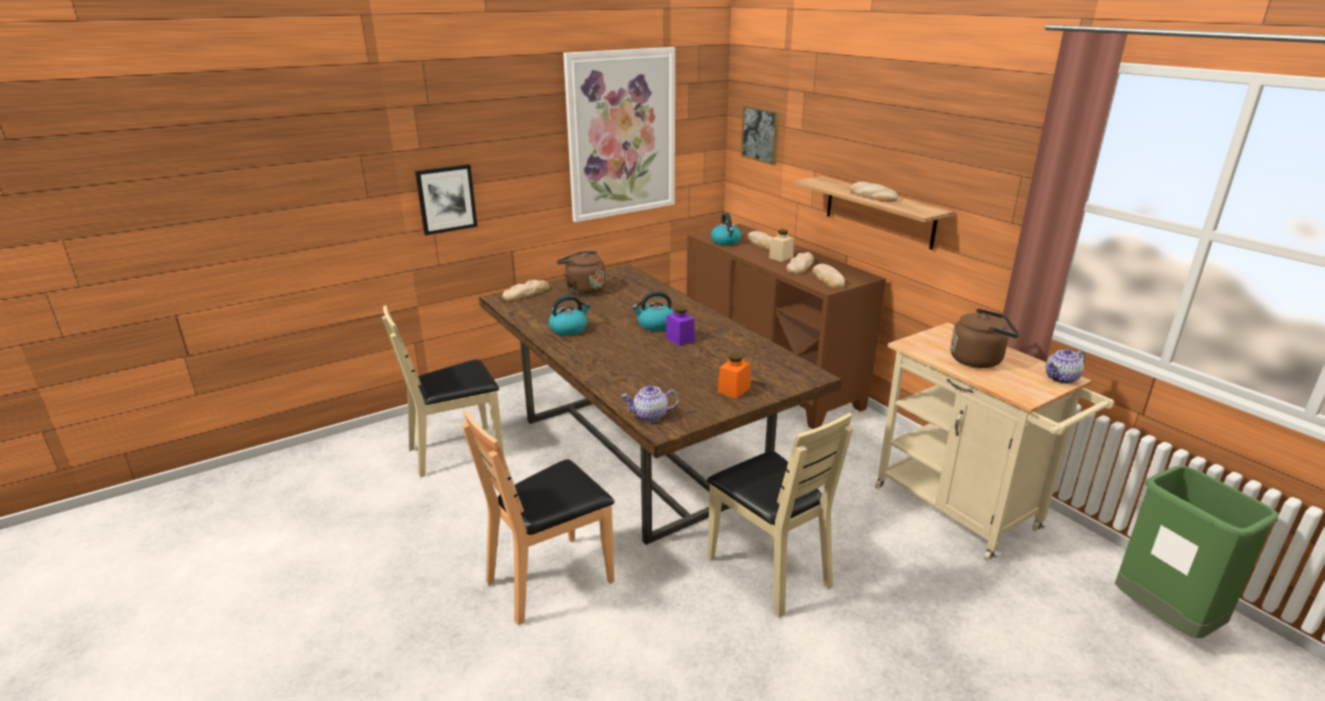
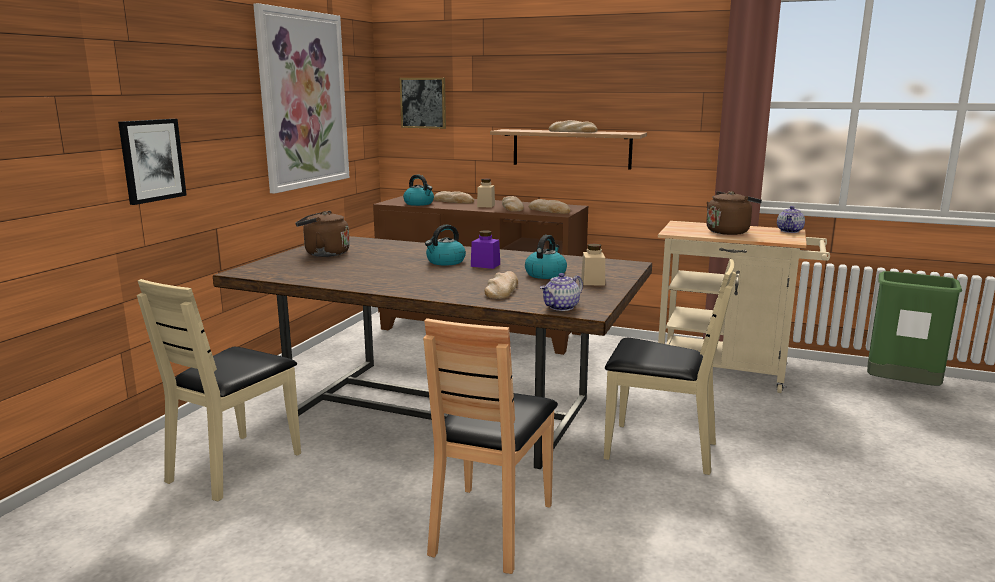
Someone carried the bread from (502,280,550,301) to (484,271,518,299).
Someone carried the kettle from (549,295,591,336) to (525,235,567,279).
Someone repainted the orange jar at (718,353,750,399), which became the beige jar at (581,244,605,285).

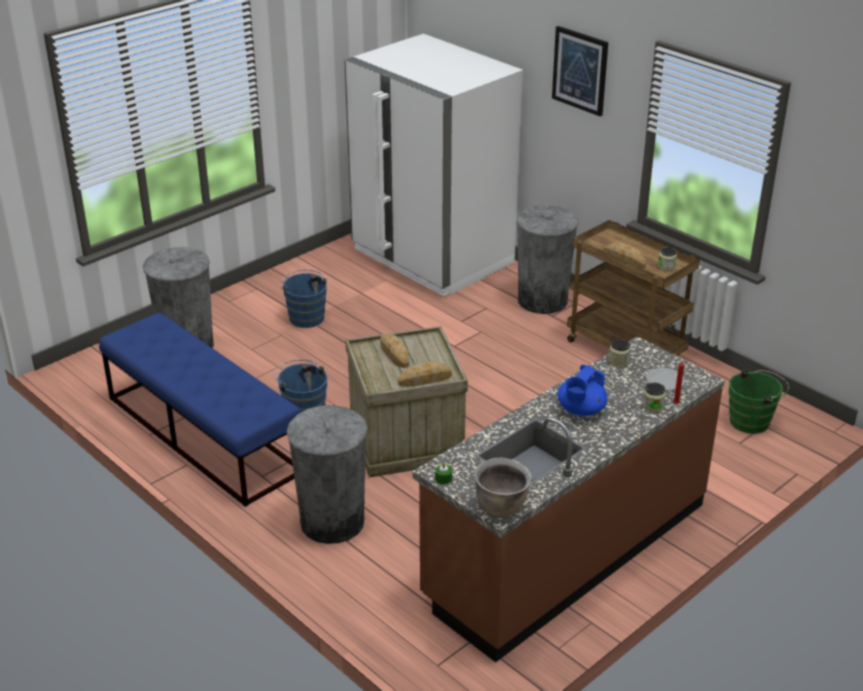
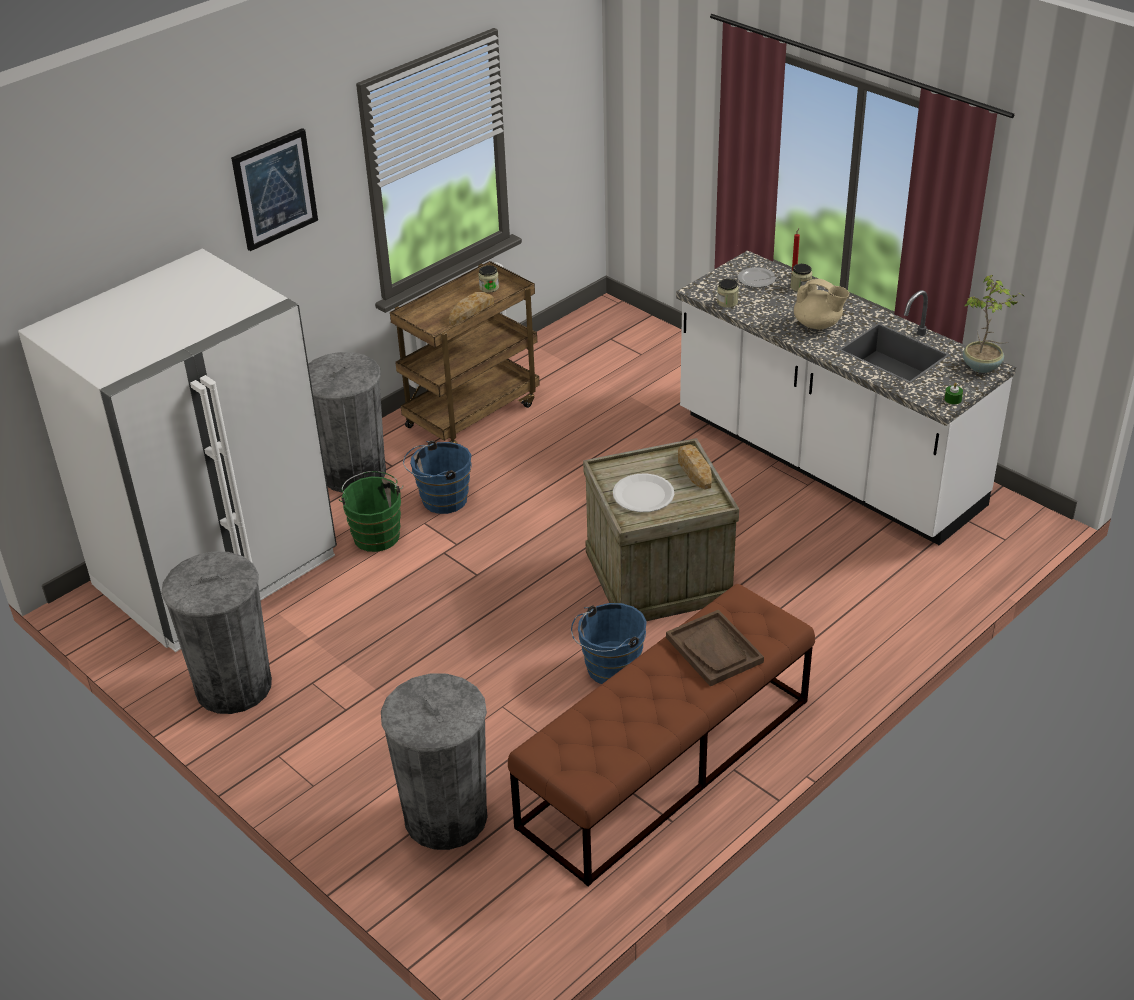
Someone carried the blue bucket from (281,270,328,328) to (403,441,472,514).
Someone repainted the blue bench at (99,313,302,507), which became the brown bench at (508,584,815,887).
Someone swapped the bread at (381,334,409,368) for the white plate at (613,473,674,512).
Someone repainted the brown counter at (412,336,725,662), which became the white counter at (676,250,1016,545).
Someone repainted the blue teapot at (557,365,608,416), which became the beige teapot at (794,279,849,330).
Someone carried the green bucket from (728,370,789,434) to (339,471,403,552).
Someone carried the grey trash can from (287,405,368,544) to (161,552,272,714).
Someone swapped the brown cooking pot at (474,457,532,517) for the potted plant at (963,275,1024,373).
Someone put down the brown tray at (666,610,764,686).

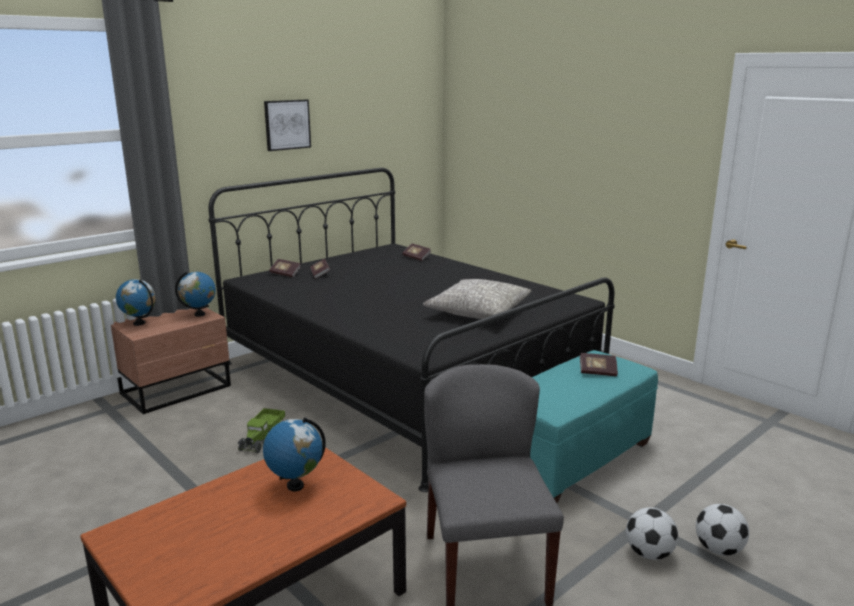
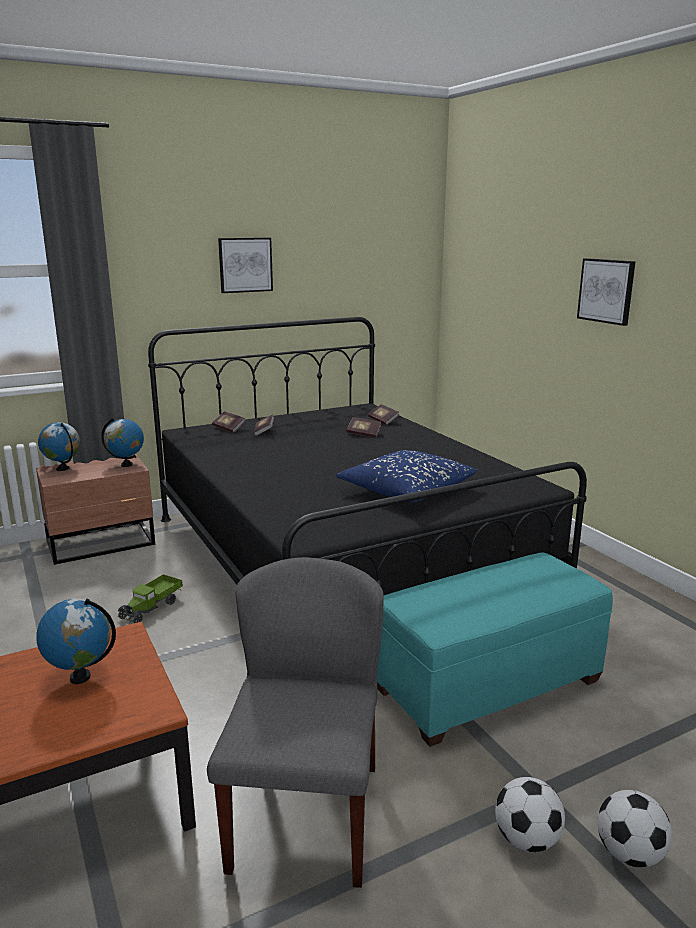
Someone repainted the grey pillow at (423,279,531,319), which became the blue pillow at (336,450,477,502).
Someone carried the book from (580,353,618,376) to (347,417,381,438).
Someone put up the picture at (577,258,636,326).

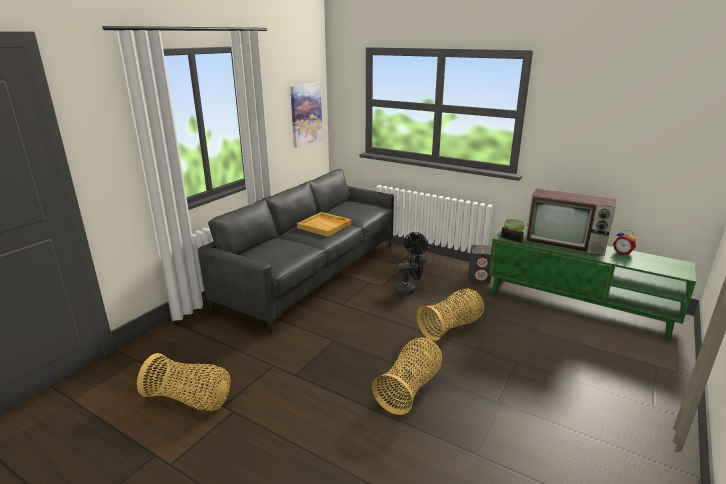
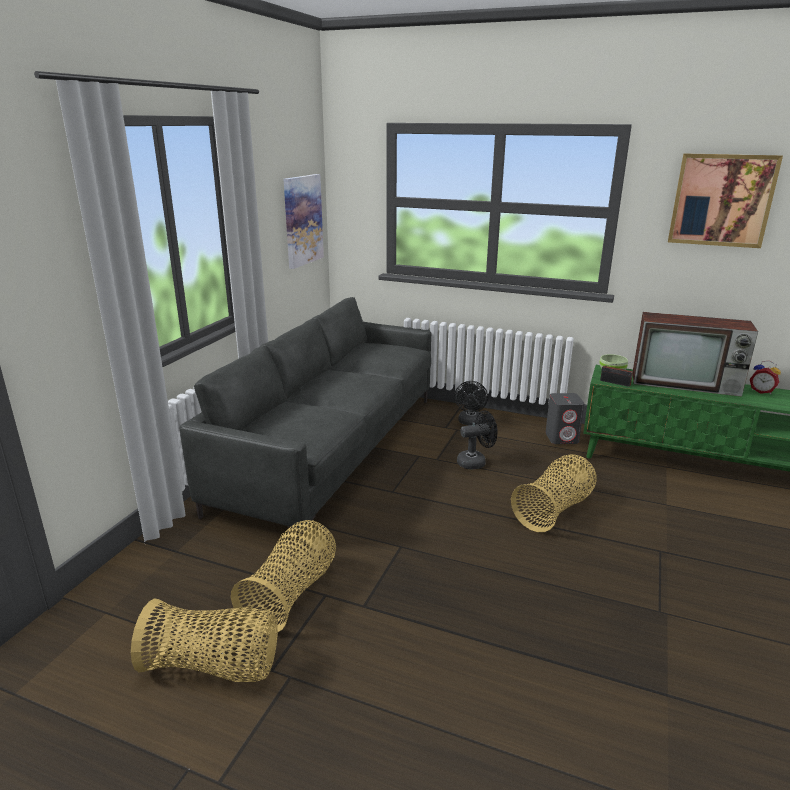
Someone took away the beige tray at (297,212,351,237).
Someone carried the basket from (372,337,442,415) to (231,520,336,634).
Someone put up the picture at (668,153,783,248).

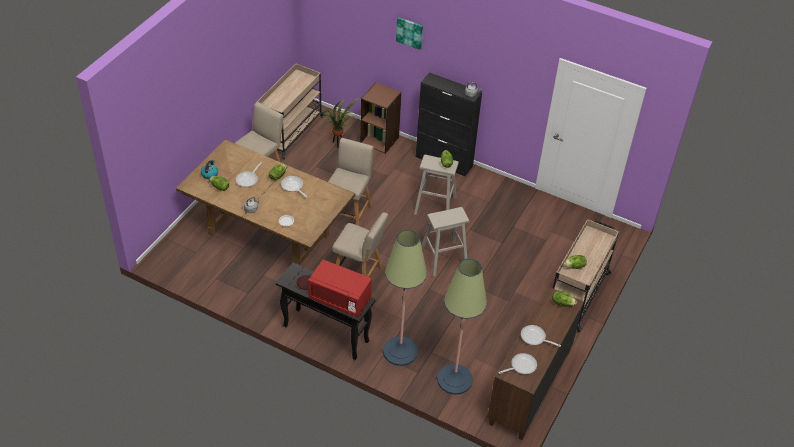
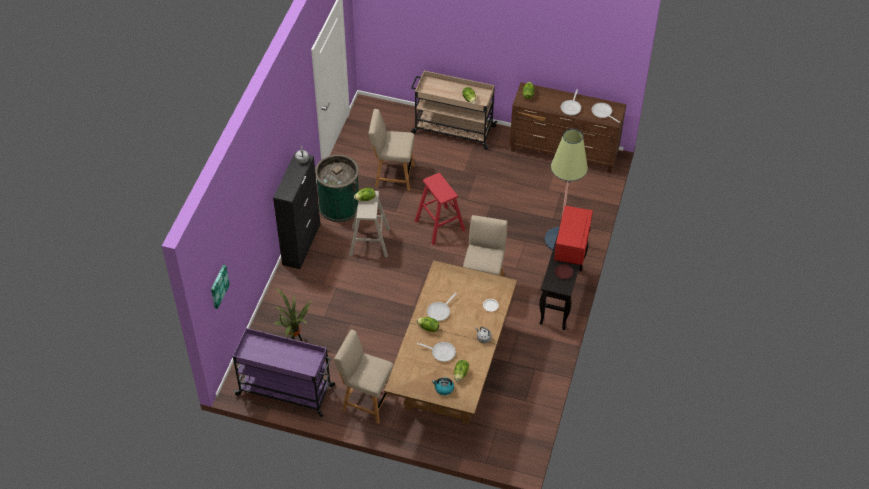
Someone carried the picture from (396,17,423,50) to (211,265,230,309).
Someone repainted the beige cart at (257,63,326,159), which became the purple cart at (233,328,335,417).
Someone took away the brown bookcase at (360,82,402,154).
Someone carried the beige chair from (328,138,374,226) to (368,109,415,191).
Someone repainted the beige stool at (421,207,469,277), which became the red stool at (415,173,465,245).
Someone took away the floor lamp at (437,258,487,395).
Someone put down the green trash can at (315,155,359,222).

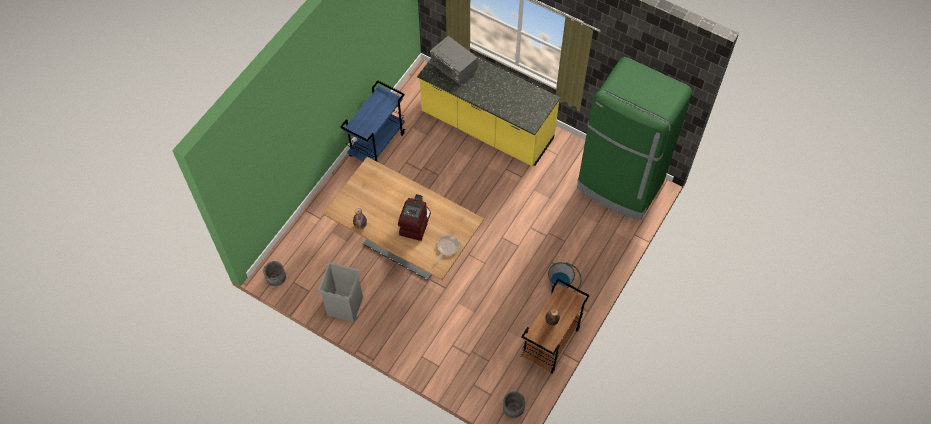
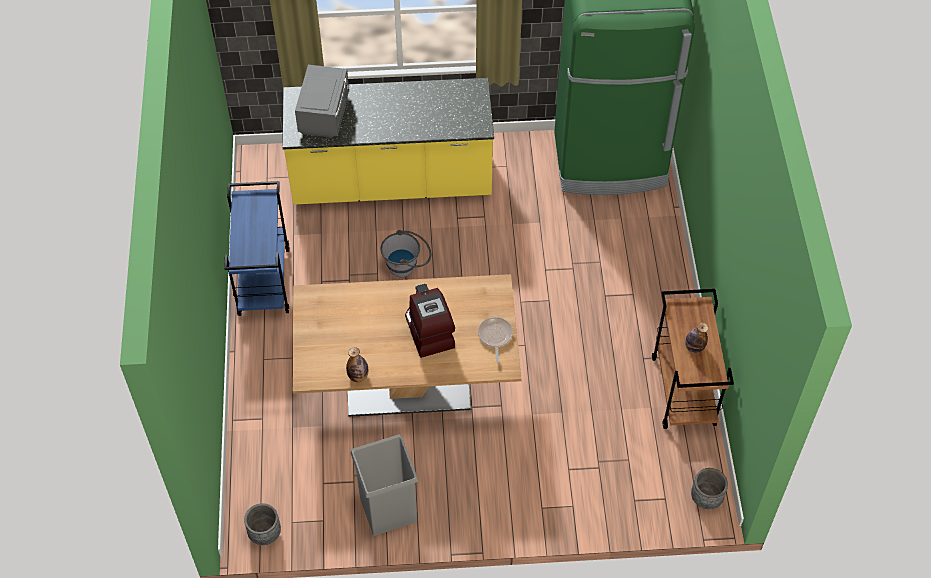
Someone rotated the grey microwave at (430,36,477,85) by 90 degrees counterclockwise.
Someone carried the grey bucket from (548,262,582,292) to (380,230,431,277).

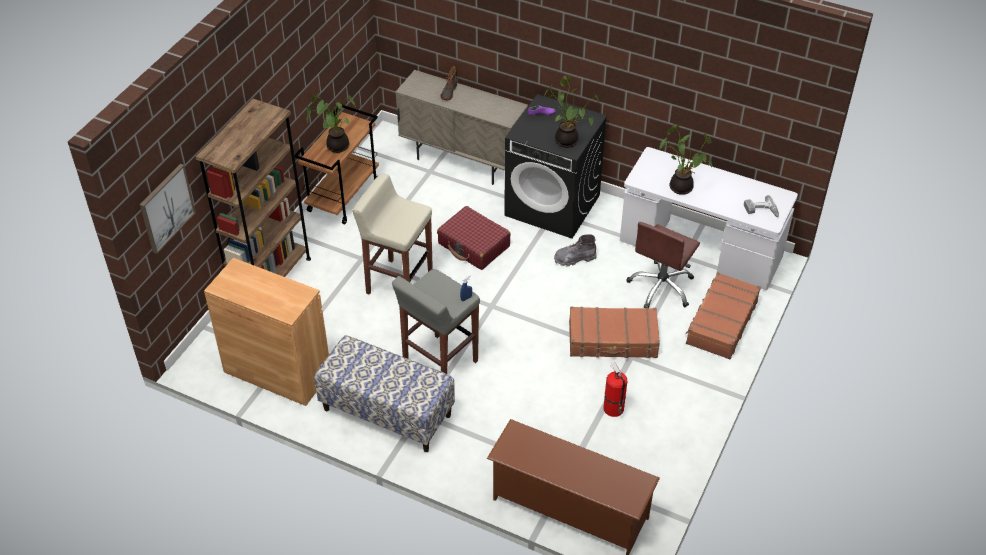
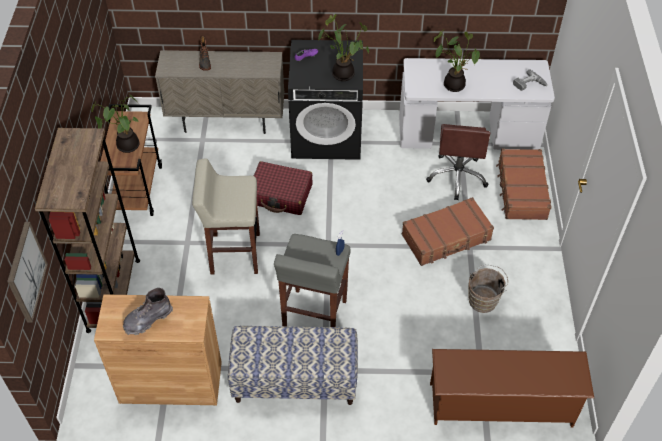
Someone carried the grey boot from (554,234,597,266) to (123,288,173,335).
Someone swapped the fire extinguisher at (604,362,627,417) for the brown bucket at (468,265,508,313).

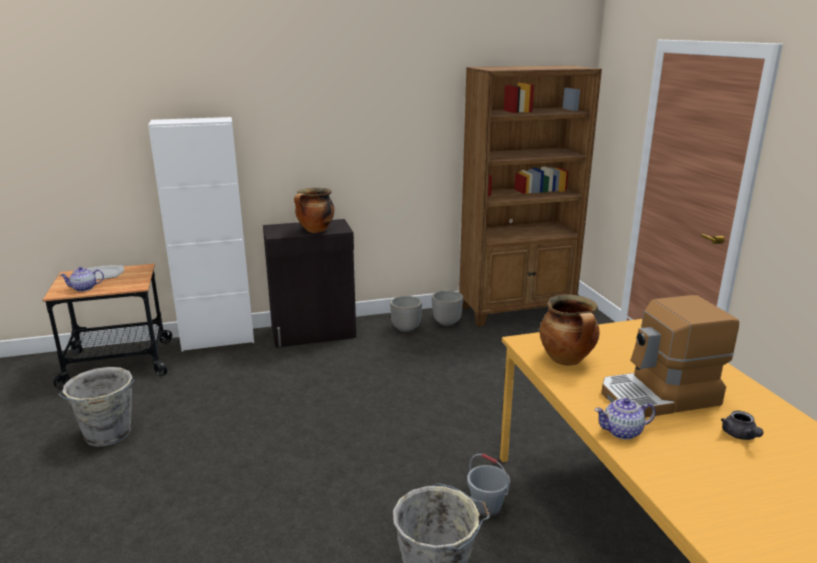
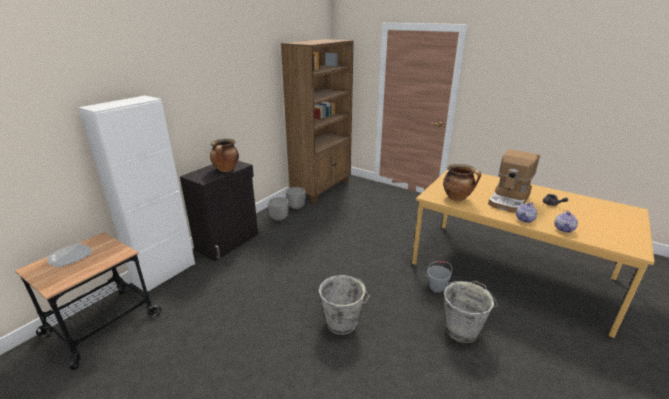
Someone carried the teapot from (60,267,104,292) to (554,210,578,233).
Someone carried the grey bucket from (58,367,135,447) to (319,275,370,335).

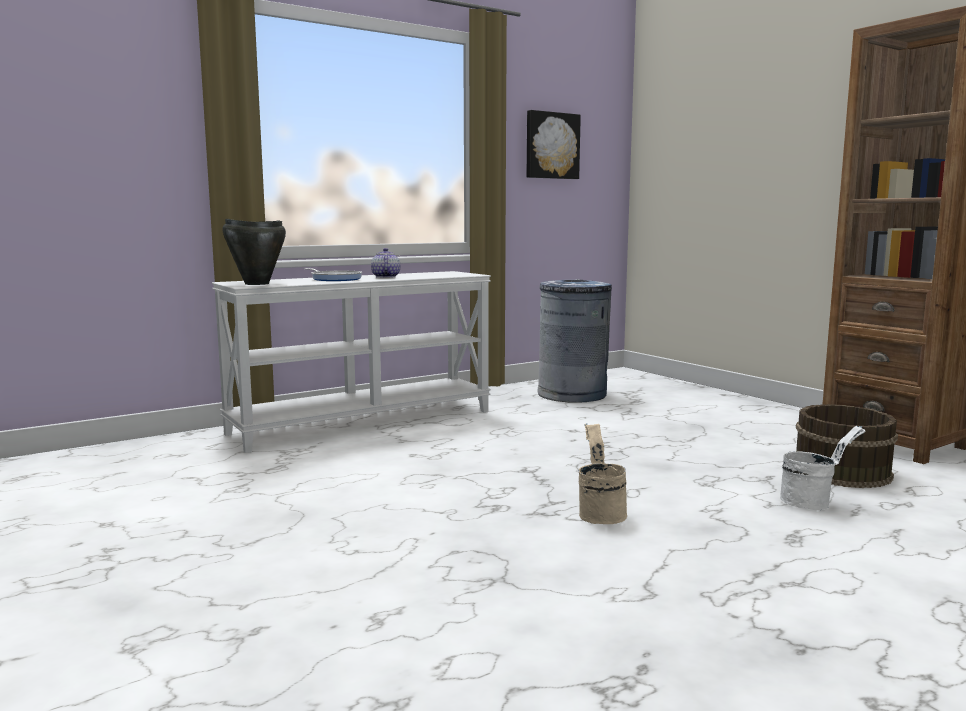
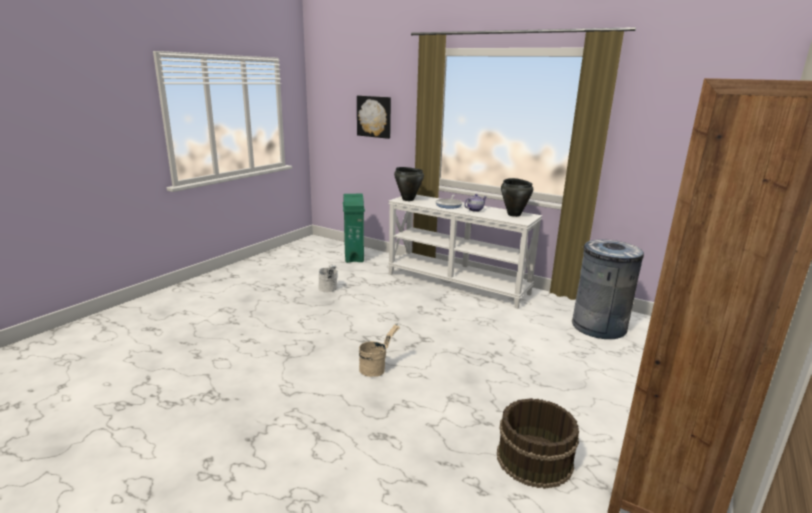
Someone carried the picture from (527,110,581,179) to (357,96,391,139).
Someone carried the white bucket from (780,426,866,510) to (318,265,337,292).
Someone put down the black cooking pot at (501,178,533,217).
Someone put down the green trash can at (343,194,365,263).

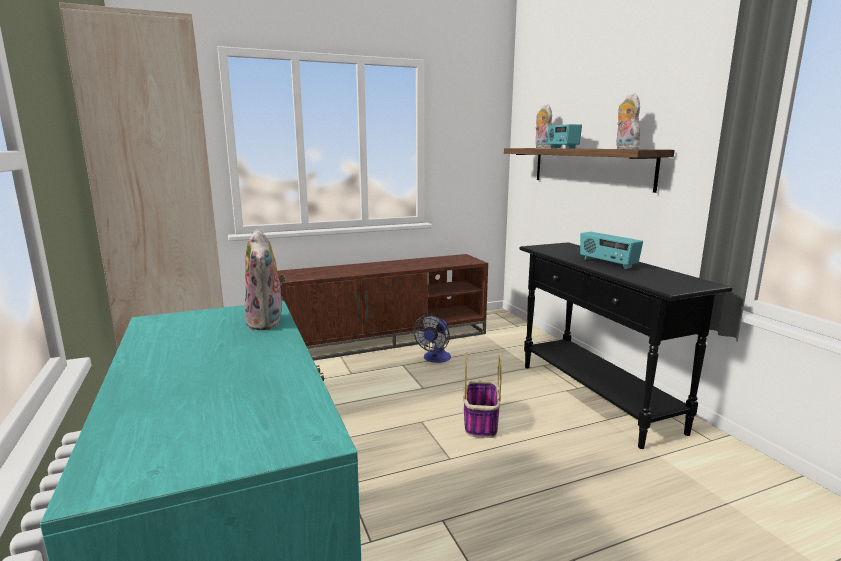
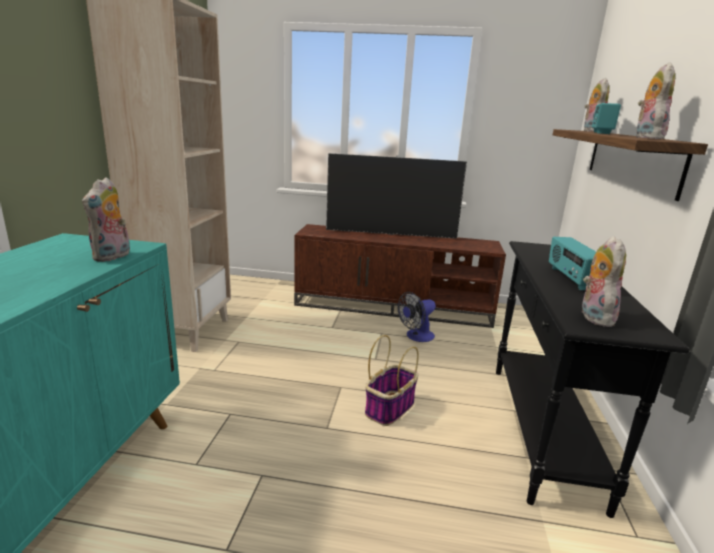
Someone put down the television at (326,153,467,239).
Someone put down the plush toy at (582,236,626,327).

